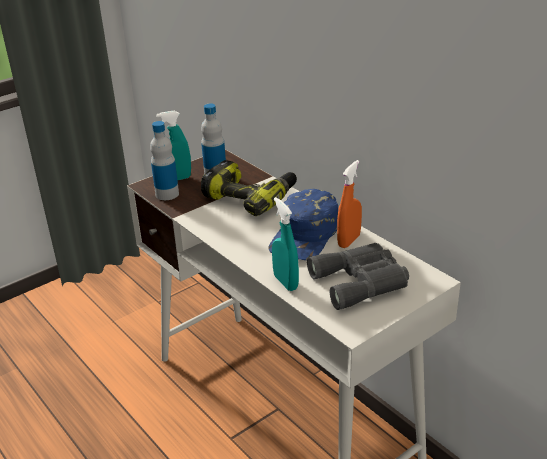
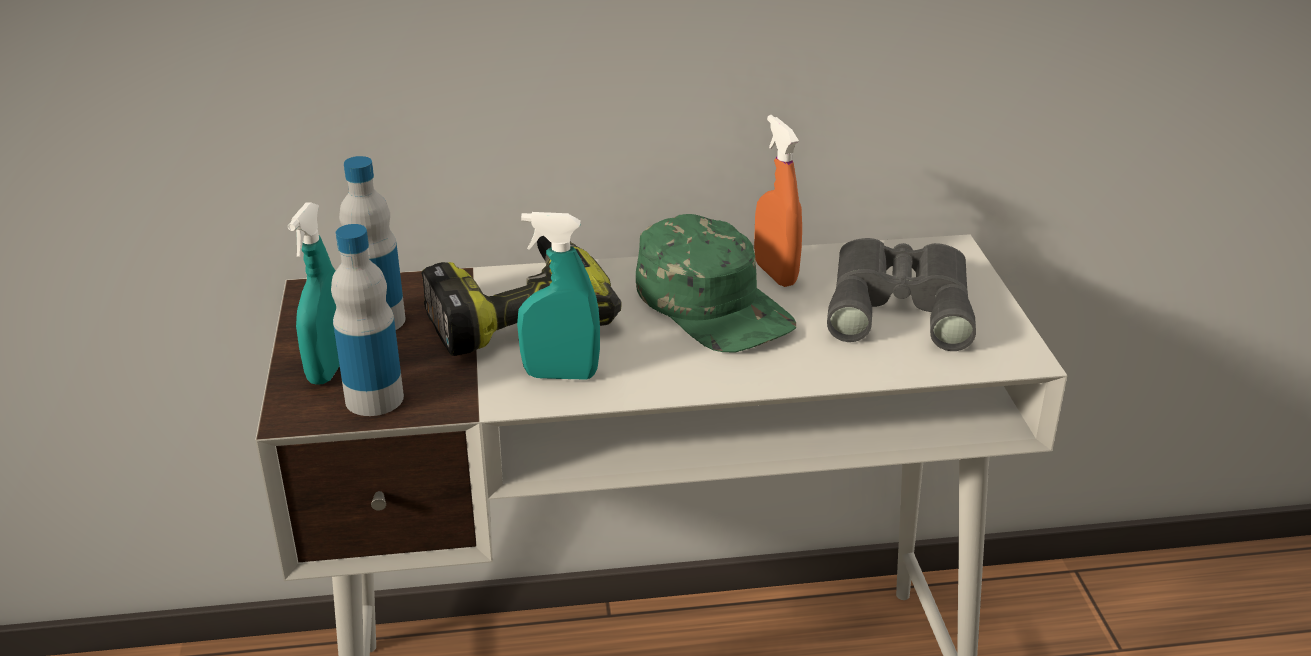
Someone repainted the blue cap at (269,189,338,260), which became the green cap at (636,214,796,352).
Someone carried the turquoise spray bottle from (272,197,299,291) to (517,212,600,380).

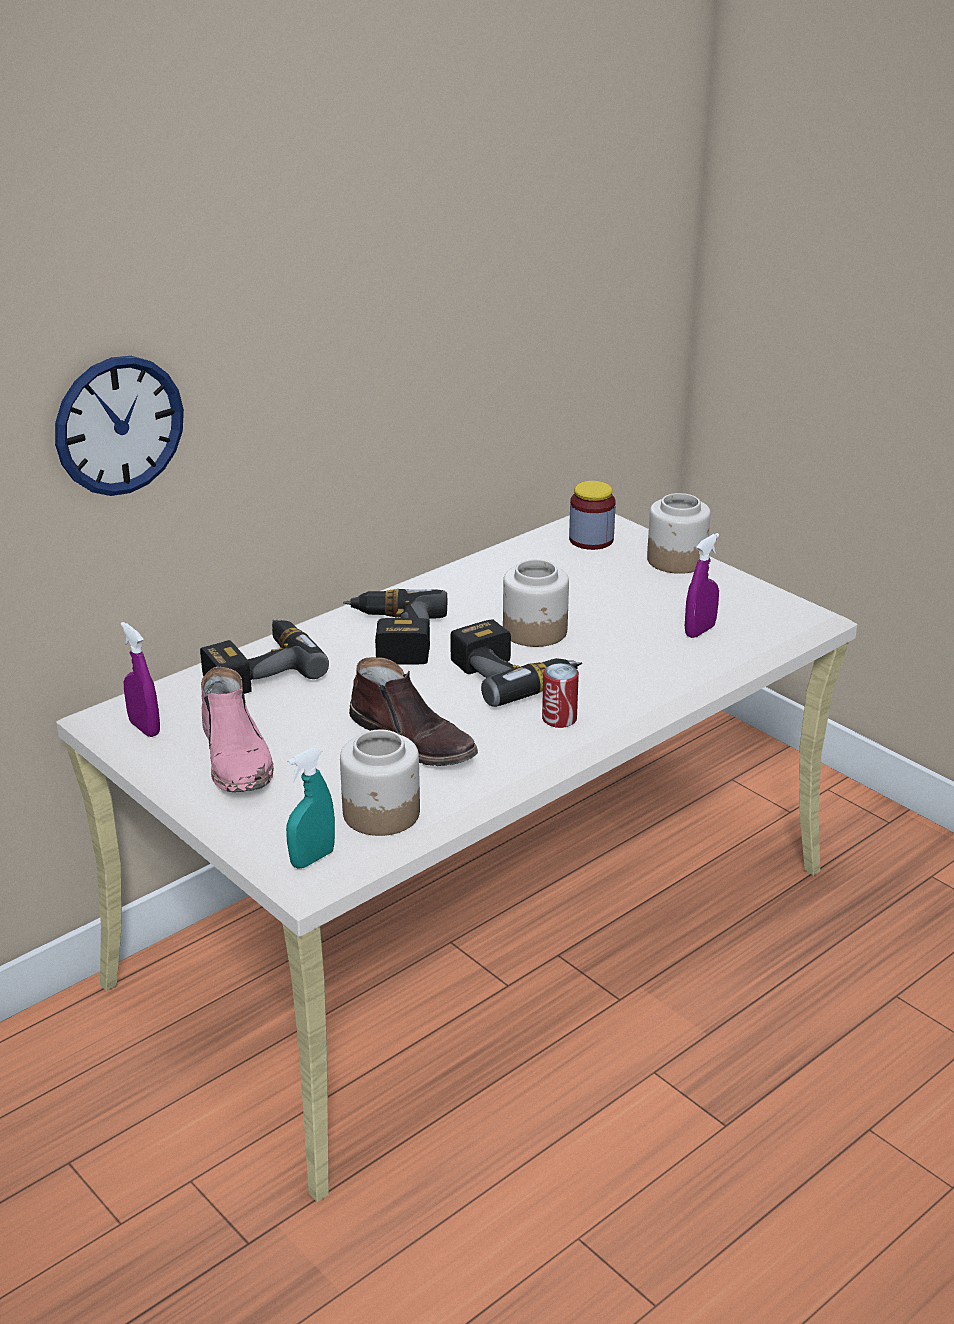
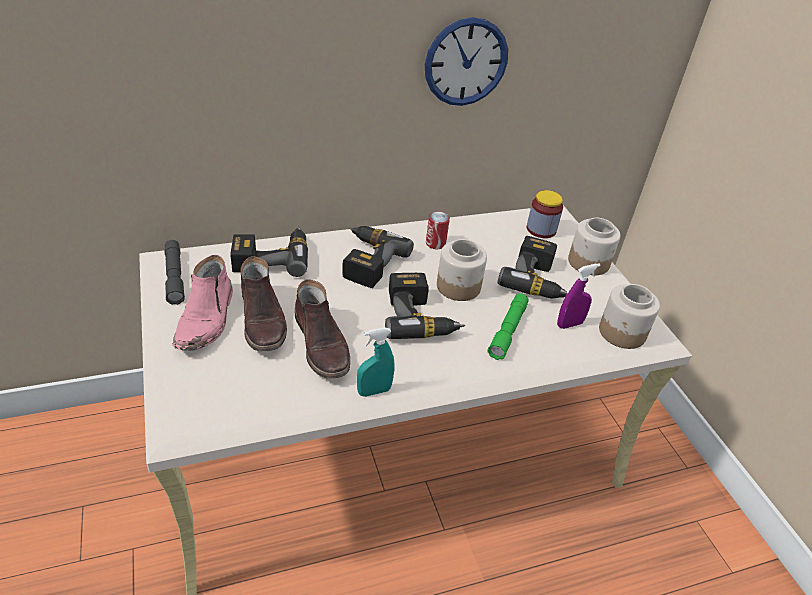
Someone carried the wall clock from (55,356,184,496) to (425,17,508,106).
Someone swapped the purple spray bottle at (121,622,160,737) for the grey flashlight at (164,240,185,305).
Someone carried the can from (542,663,579,728) to (426,211,450,249).
Someone carried the jar from (340,730,420,836) to (599,284,660,349).
Someone carried the turquoise spray bottle from (286,748,335,869) to (357,327,395,397).
Someone put down the power drill at (498,236,568,299).
Someone put down the brown boot at (241,256,287,352).
Someone put down the green flashlight at (488,294,529,360).

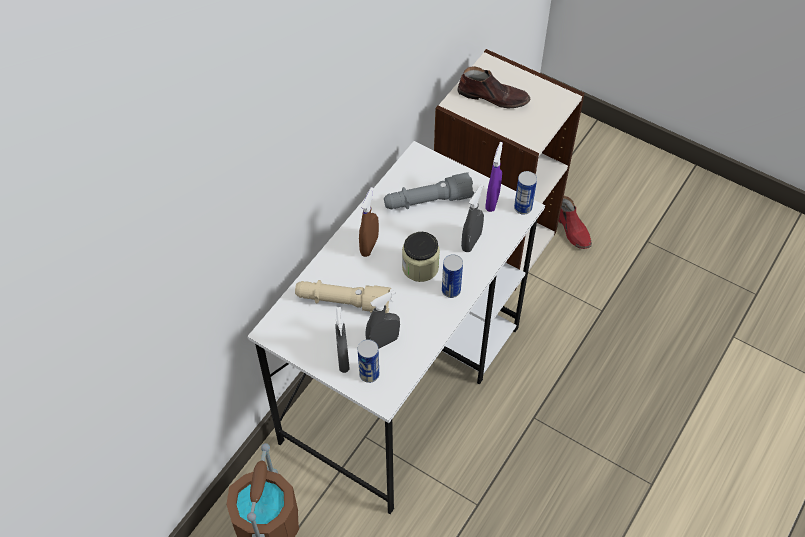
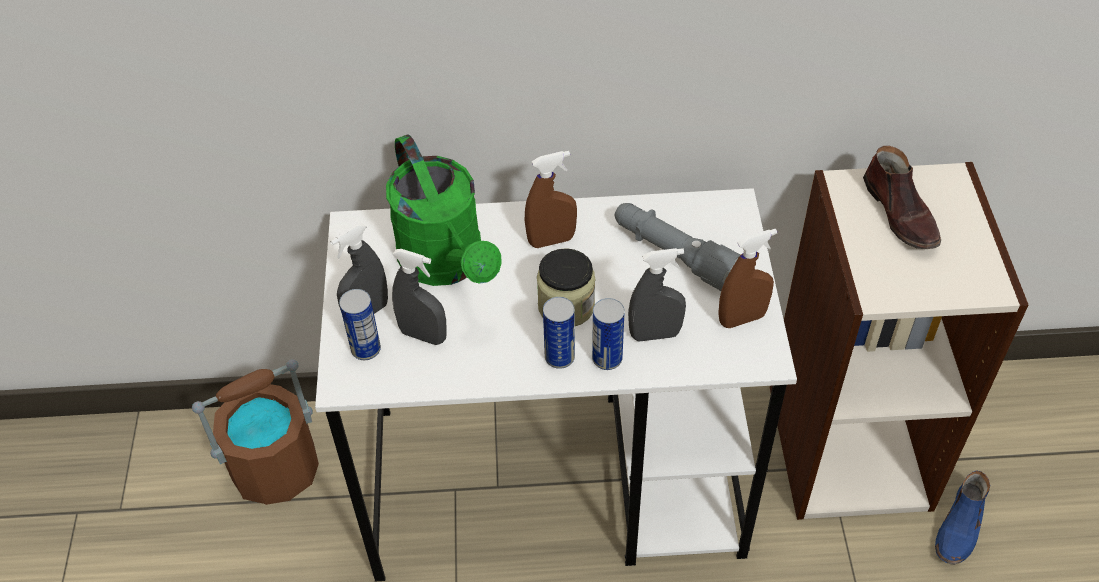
Someone repainted the purple spray bottle at (485,142,503,212), which became the brown spray bottle at (718,229,777,328).
Someone carried the can from (514,171,537,215) to (592,298,625,370).
Someone repainted the red shoe at (559,196,592,249), which became the blue shoe at (935,470,991,565).
Someone swapped the beige flashlight at (295,280,391,313) for the green watering can at (386,134,502,286).

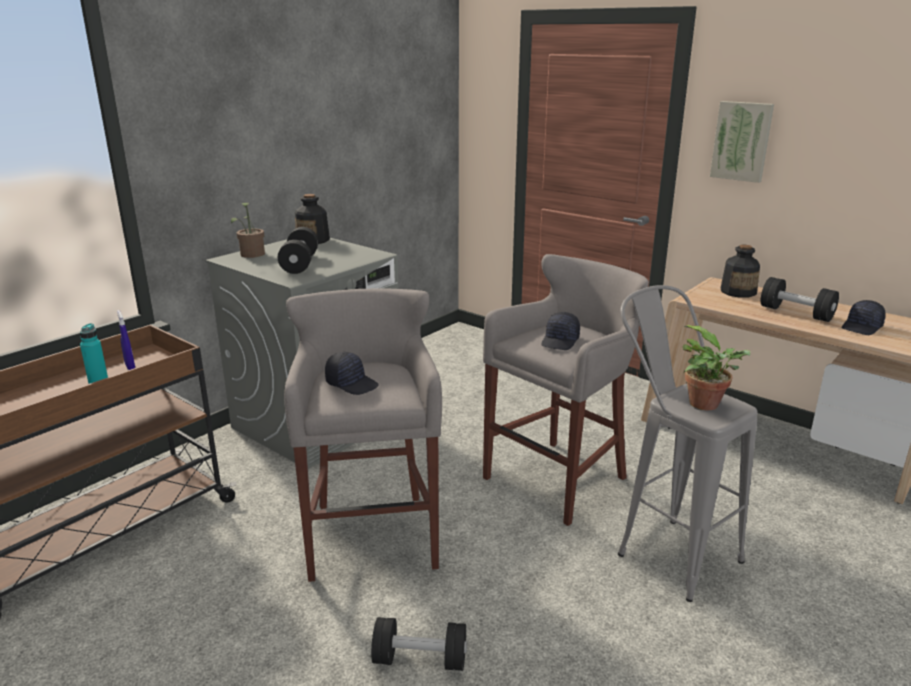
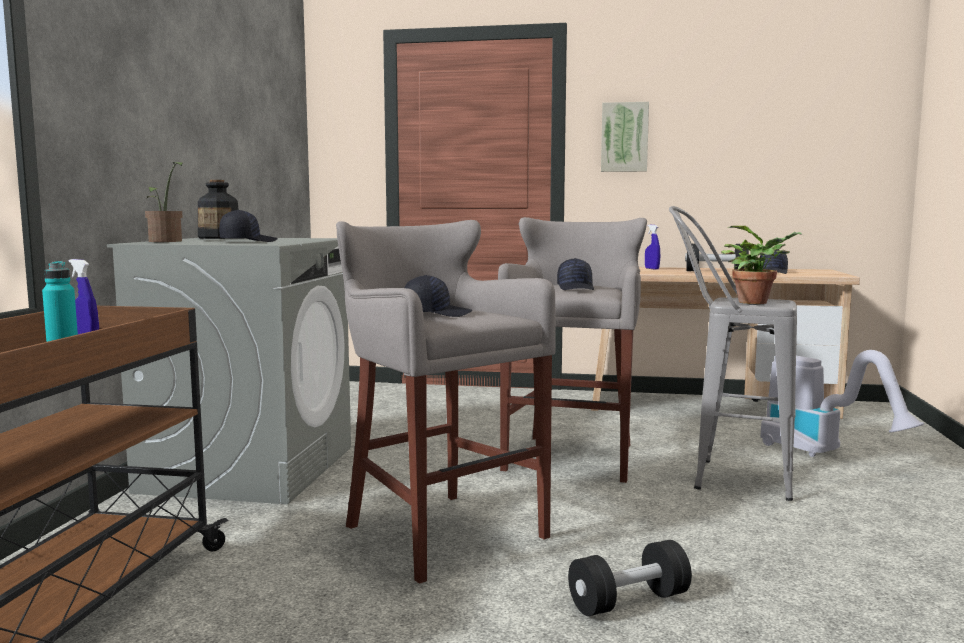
Someone swapped the black dumbbell at (278,227,318,274) for the black cap at (219,210,278,242).
Someone swapped the bottle at (721,245,760,298) for the blue spray bottle at (645,225,660,270).
Someone put down the vacuum cleaner at (761,350,924,457).

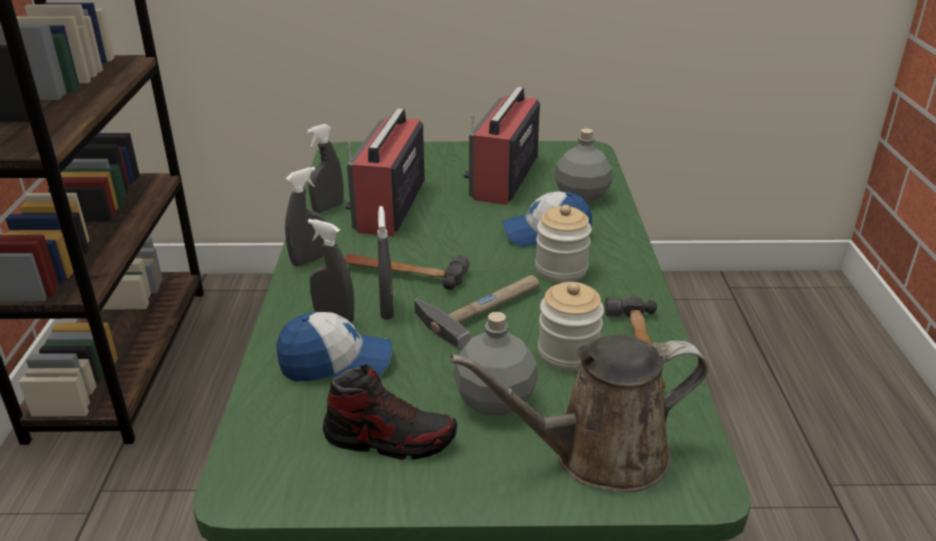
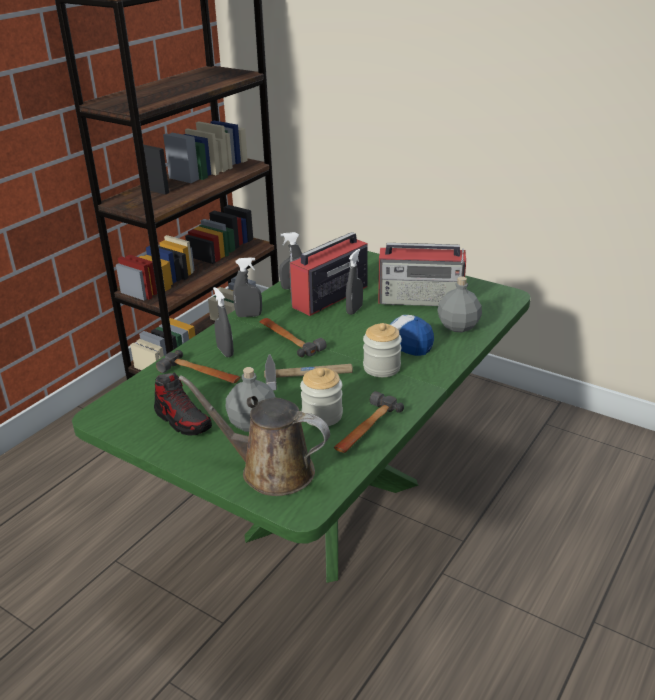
Someone rotated the radio at (463,87,540,205) by 135 degrees counterclockwise.
Someone carried the grey spray bottle from (377,206,394,320) to (346,249,363,315).
Someone swapped the cap at (276,312,392,381) for the hammer at (156,350,241,383).

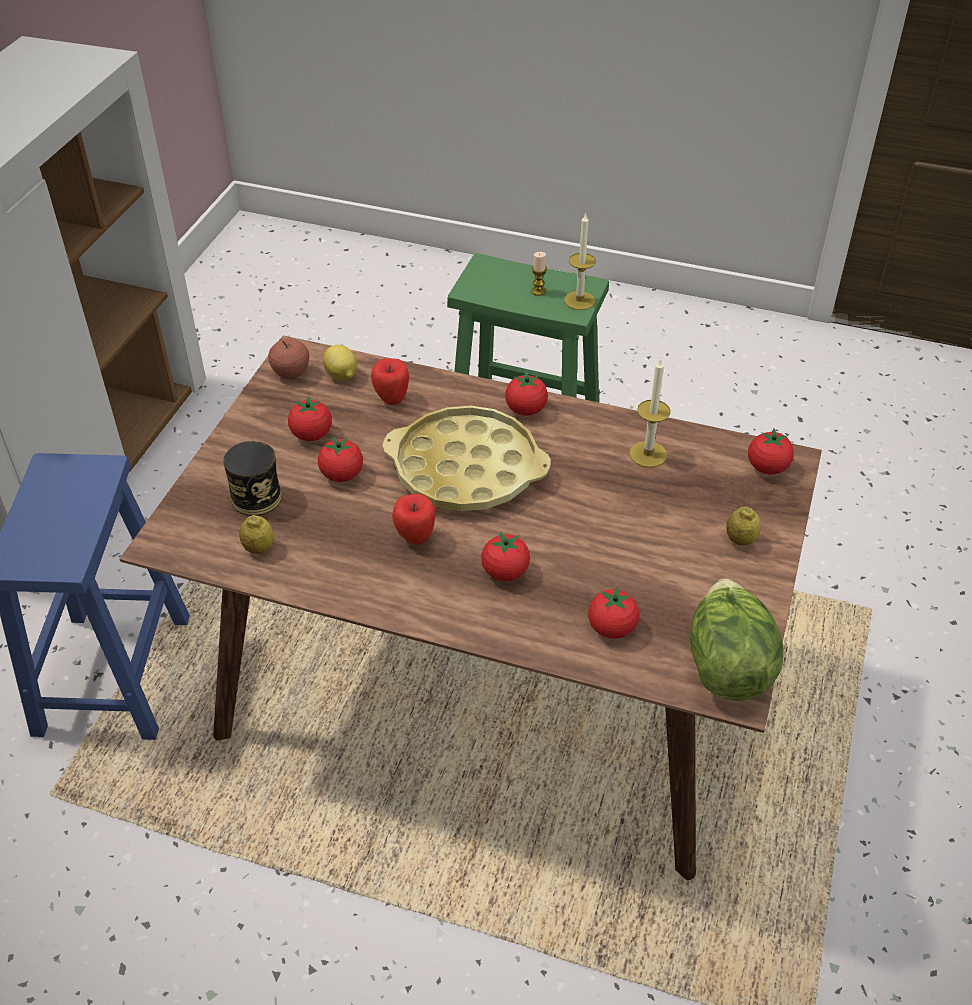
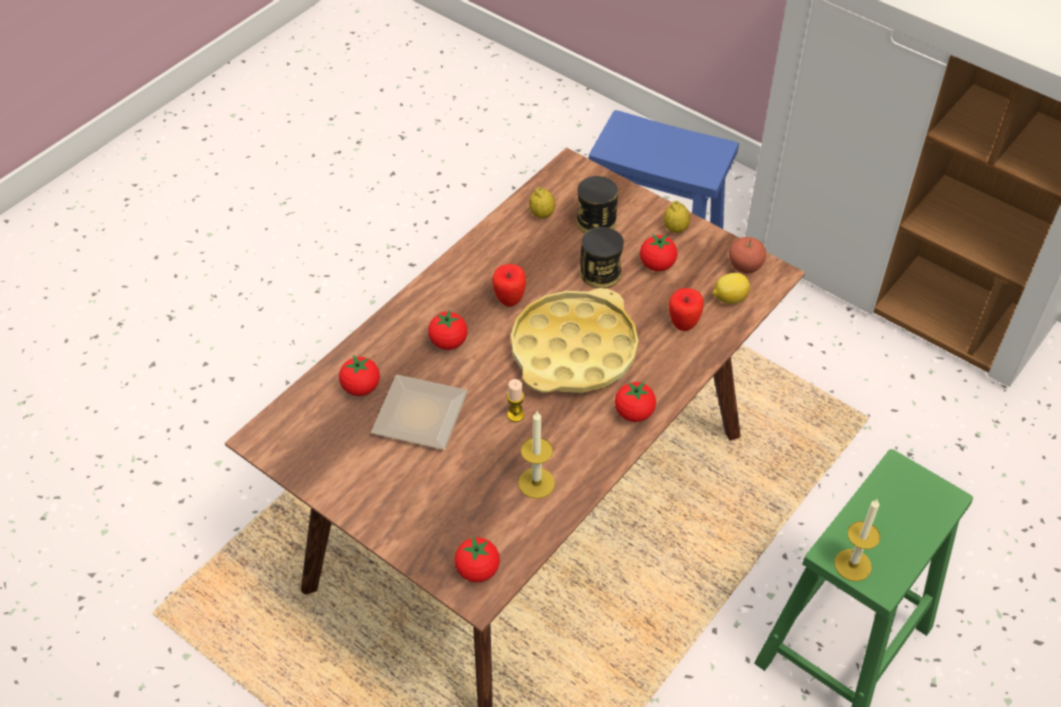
Someone carried the candle from (531,252,547,296) to (507,379,524,422).
Someone swapped the tomato at (318,436,363,482) for the can at (580,227,624,288).
Someone carried the lemon from (727,507,760,545) to (664,201,690,233).
Someone took away the lettuce at (690,579,784,701).
Someone put down the plate at (371,375,468,450).

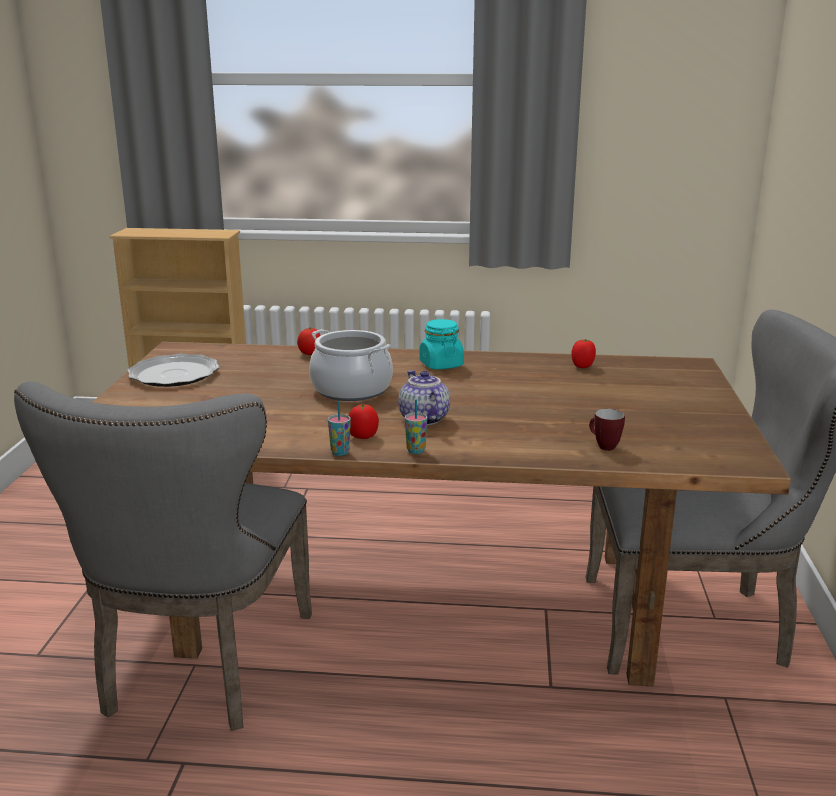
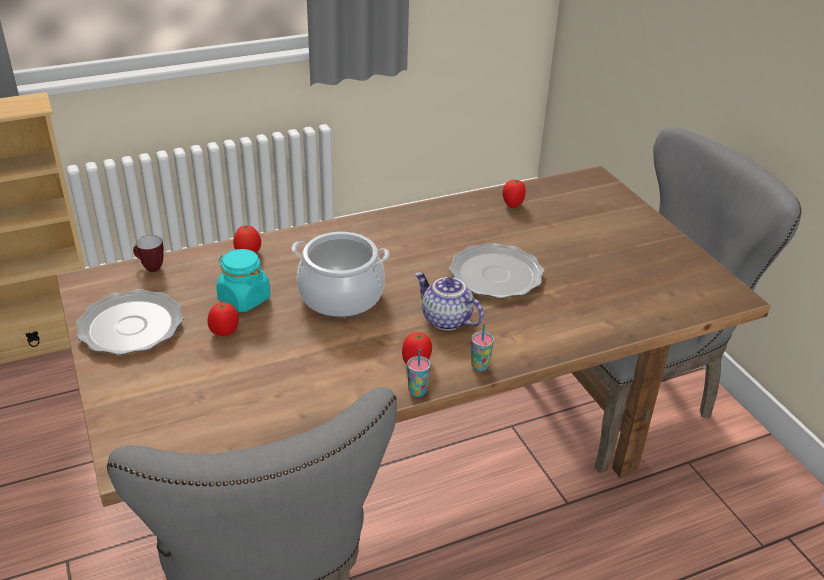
Someone carried the turquoise jar from (420,319,464,370) to (216,249,270,312).
Someone carried the mug from (589,409,625,451) to (133,235,164,272).
Someone put down the plate at (449,243,544,298).
Someone put down the tomato at (208,302,239,336).

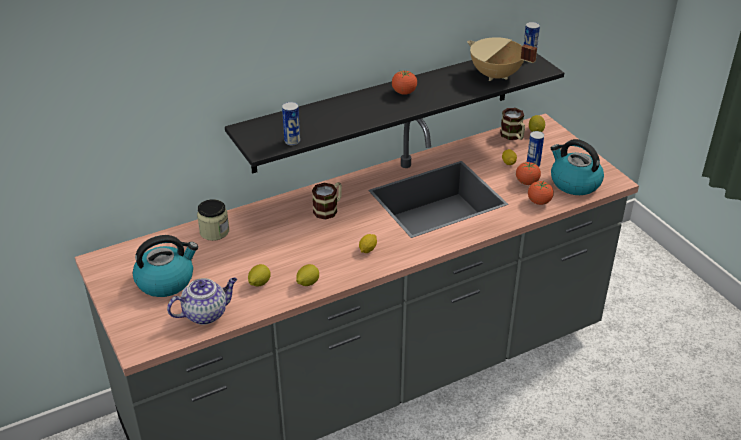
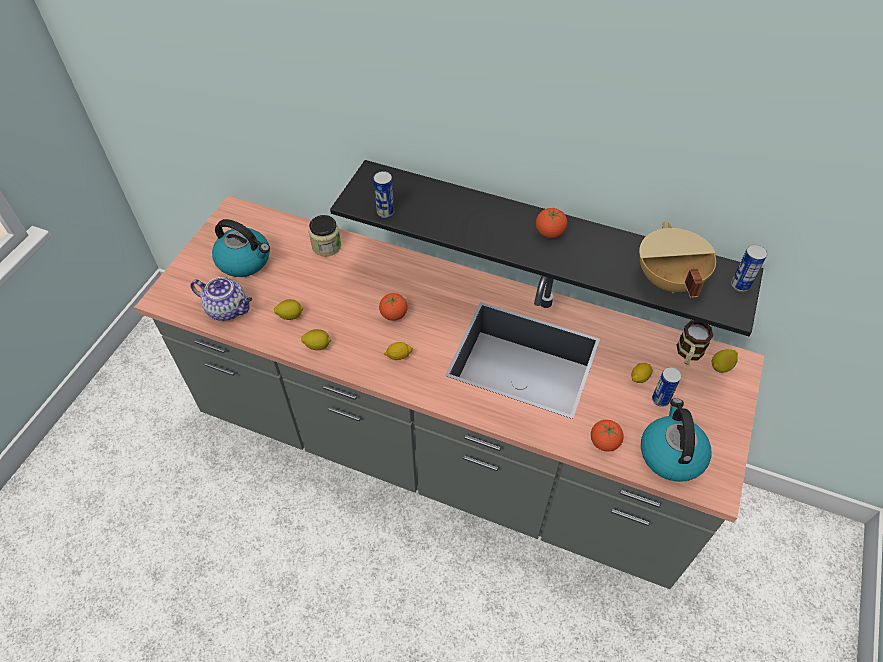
Someone carried the tomato from (516,162,541,185) to (379,293,408,321).
Someone took away the mug at (312,182,342,220).

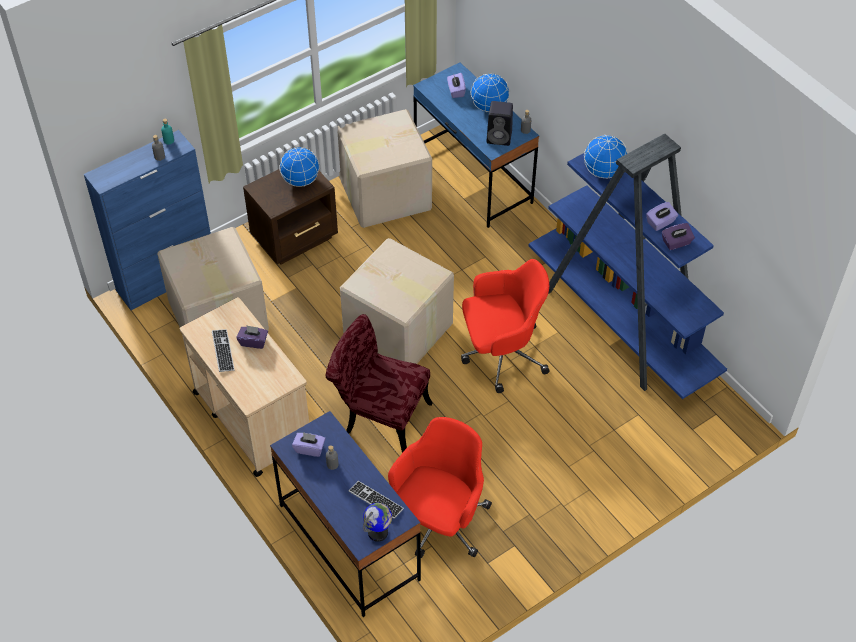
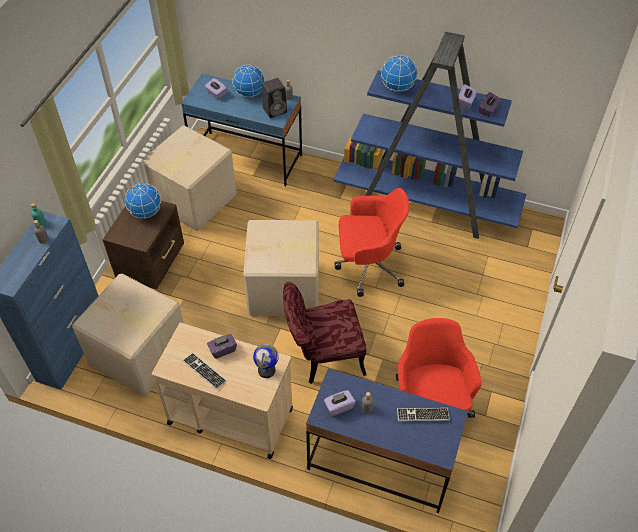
Someone rotated the red office chair at (461,259,549,393) by 45 degrees clockwise.
Someone carried the globe from (363,503,392,542) to (253,344,279,378).

